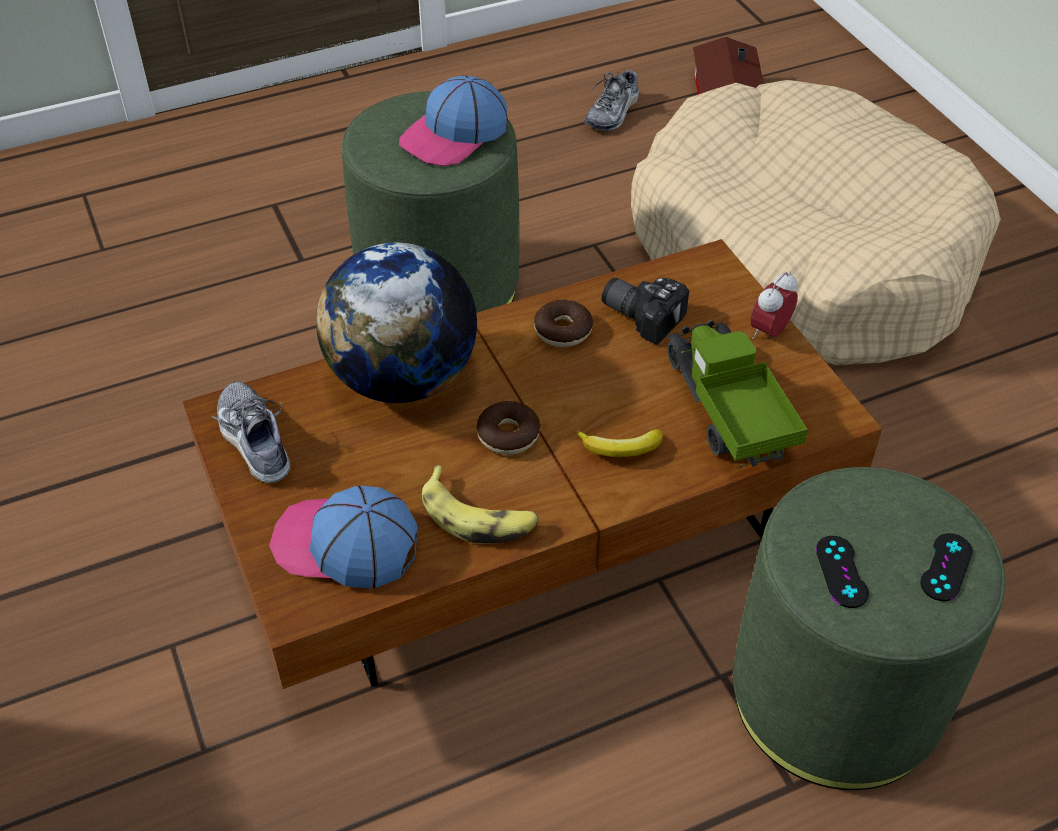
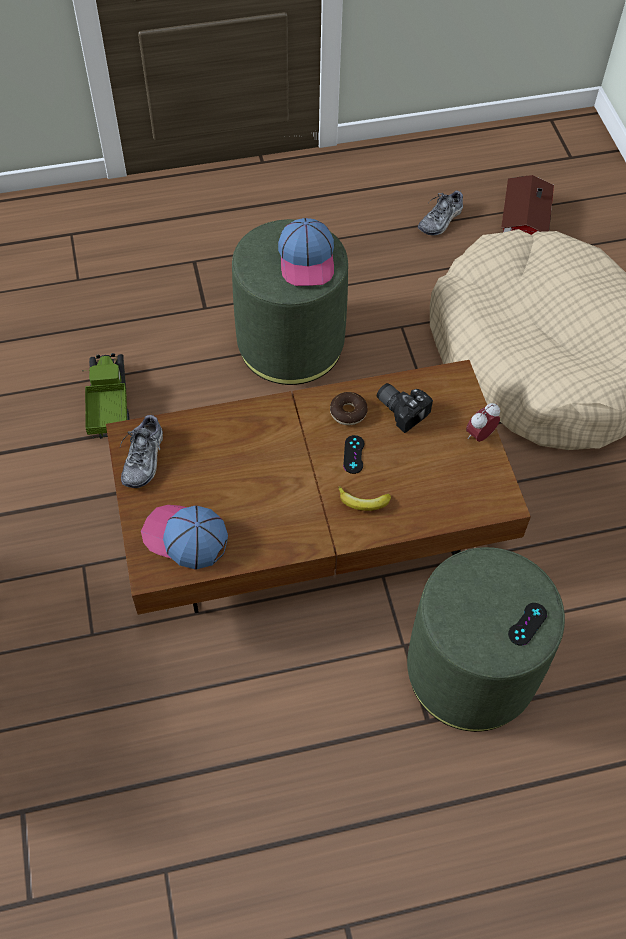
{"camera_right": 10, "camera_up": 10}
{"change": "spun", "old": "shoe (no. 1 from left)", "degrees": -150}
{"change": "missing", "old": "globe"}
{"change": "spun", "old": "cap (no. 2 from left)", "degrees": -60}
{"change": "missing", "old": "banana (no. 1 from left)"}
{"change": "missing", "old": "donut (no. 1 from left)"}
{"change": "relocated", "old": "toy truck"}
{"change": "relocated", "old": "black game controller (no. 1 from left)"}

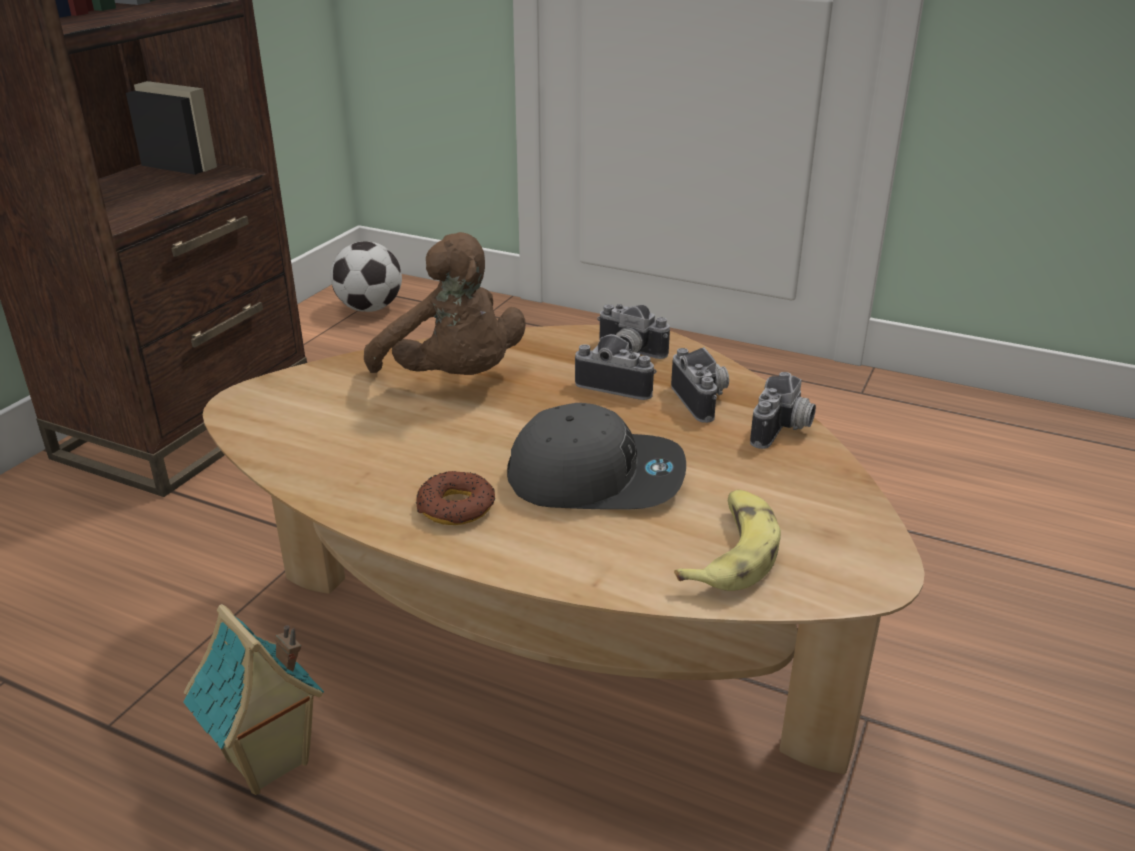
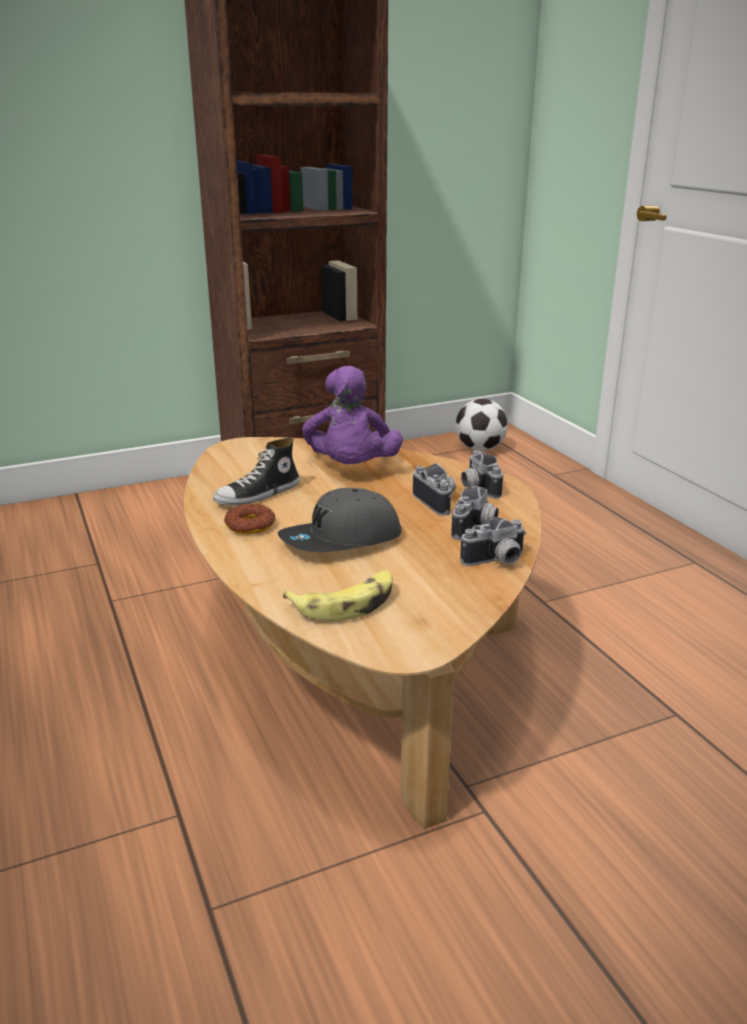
{"camera_right": 40, "camera_up": -5}
{"change": "missing", "old": "toy house"}
{"change": "colour", "old": "brown plush toy", "new": "purple plush toy"}
{"change": "spun", "old": "grey cap", "degrees": 105}
{"change": "appeared", "new": "shoe"}

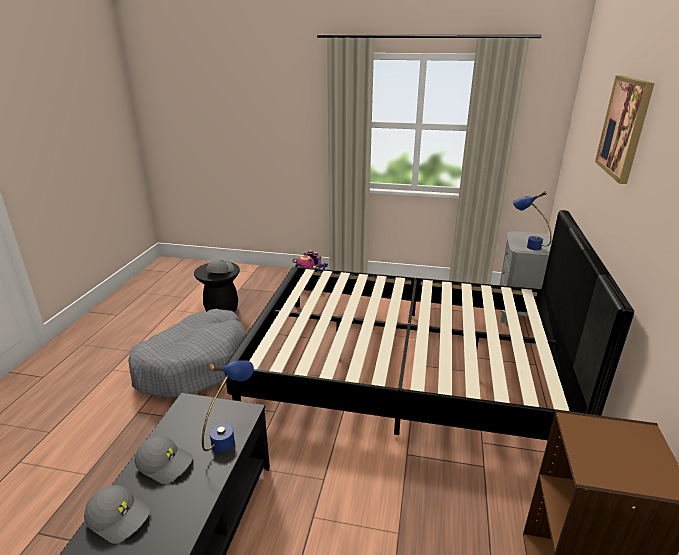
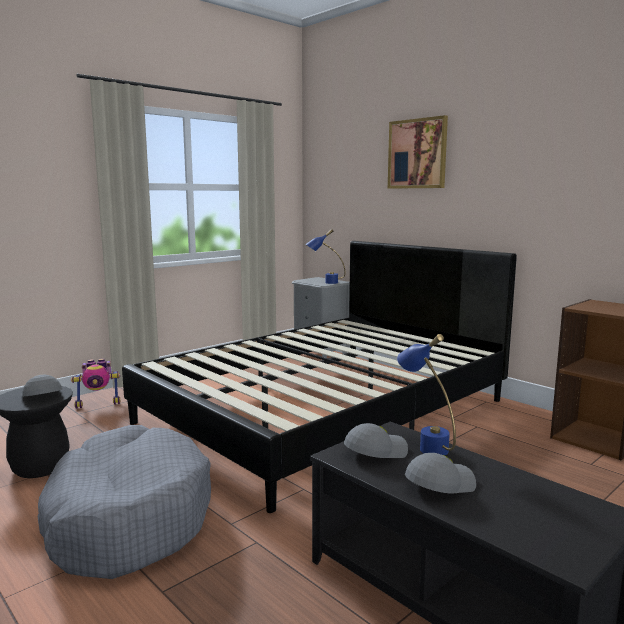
{"camera_right": -55, "camera_up": -15}
{"change": "relocated", "old": "grey cap (no. 1 from left in the first image)", "new": "grey cap (no. 2 from left)"}

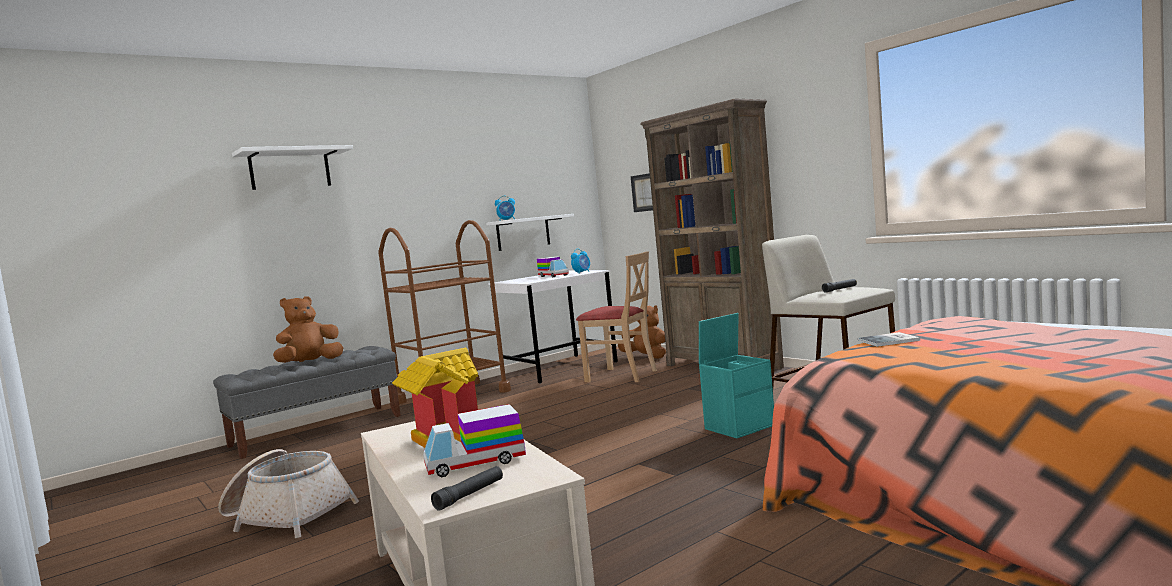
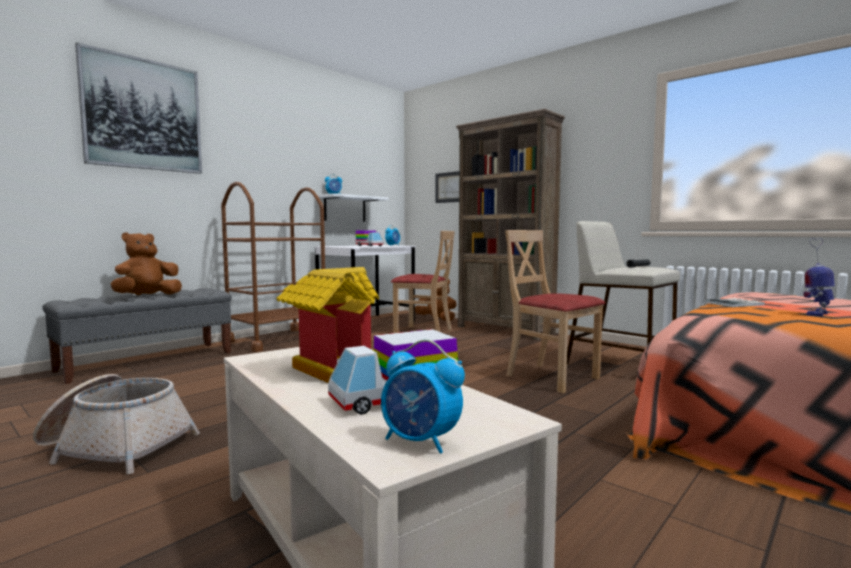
{"camera_right": -10, "camera_up": 0}
{"change": "exchanged", "old": "white shelf (no. 1 from left)", "new": "picture (no. 1 from left)"}
{"change": "exchanged", "old": "black flashlight (no. 1 from left)", "new": "alarm clock (no. 3 from left)"}
{"change": "exchanged", "old": "turquoise storage box", "new": "beige chair (no. 2 from left)"}
{"change": "appeared", "new": "toy robot"}

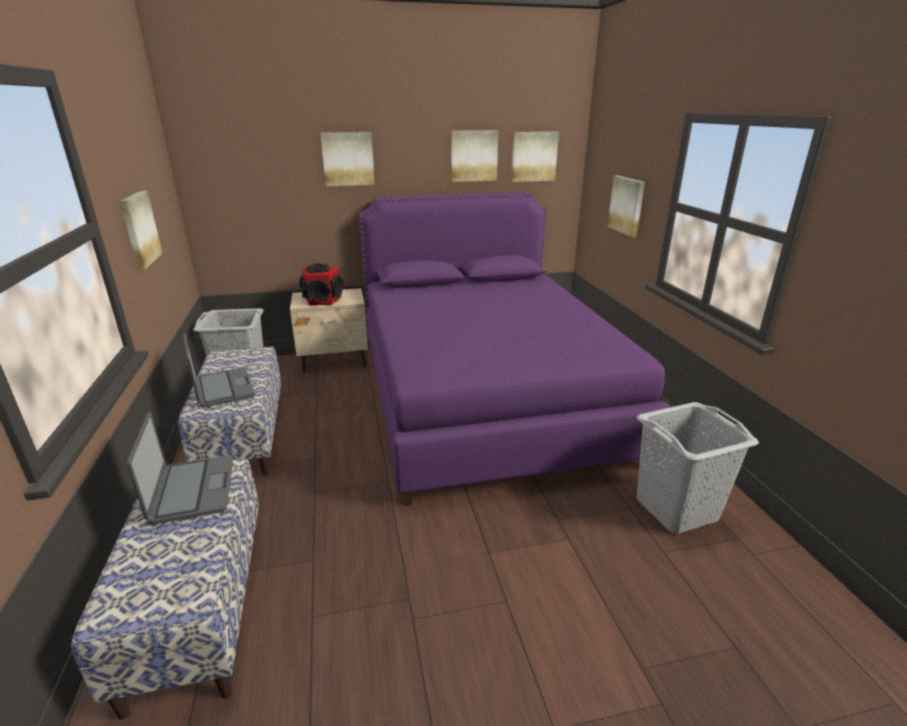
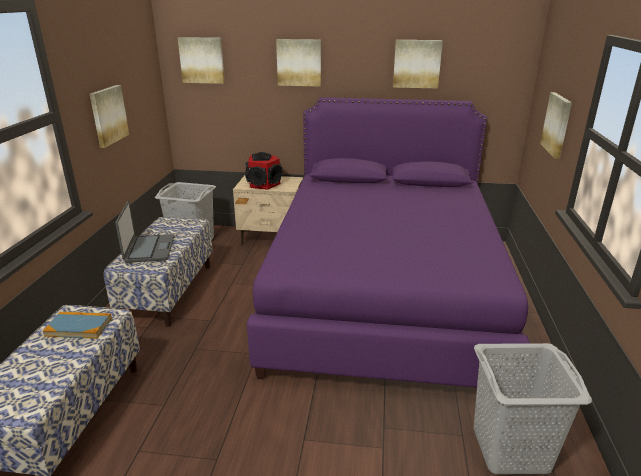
{"camera_right": 20, "camera_up": 0}
{"change": "exchanged", "old": "laptop (no. 1 from left)", "new": "book"}
{"change": "relocated", "old": "picture (no. 4 from left in the first image)", "new": "picture (no. 2 from left)"}

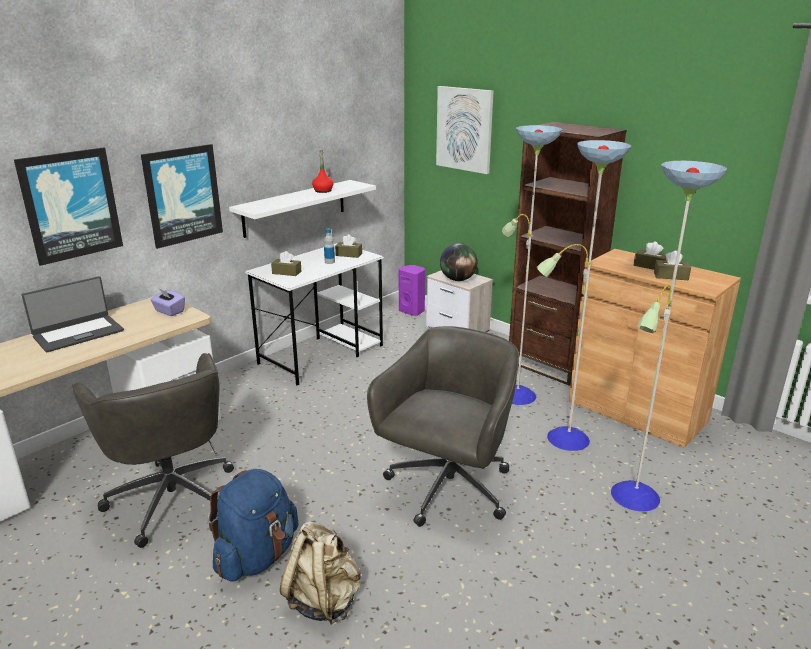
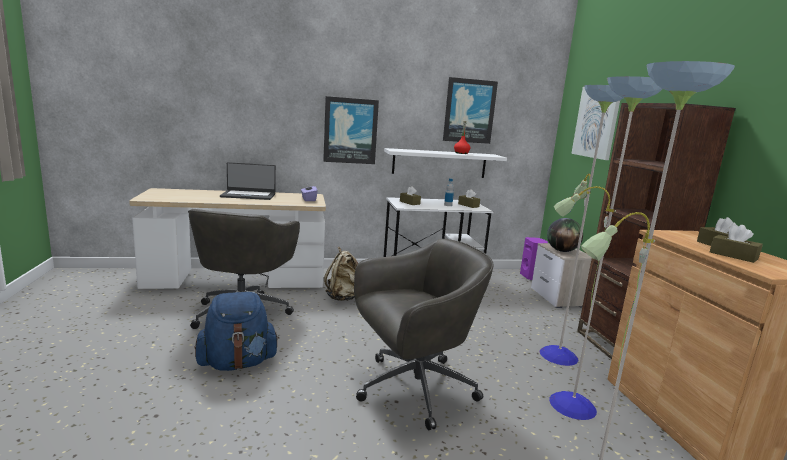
{"camera_right": 35, "camera_up": -10}
{"change": "relocated", "old": "picture (no. 1 from left in the first image)", "new": "picture (no. 2 from left)"}
{"change": "relocated", "old": "beige backpack"}

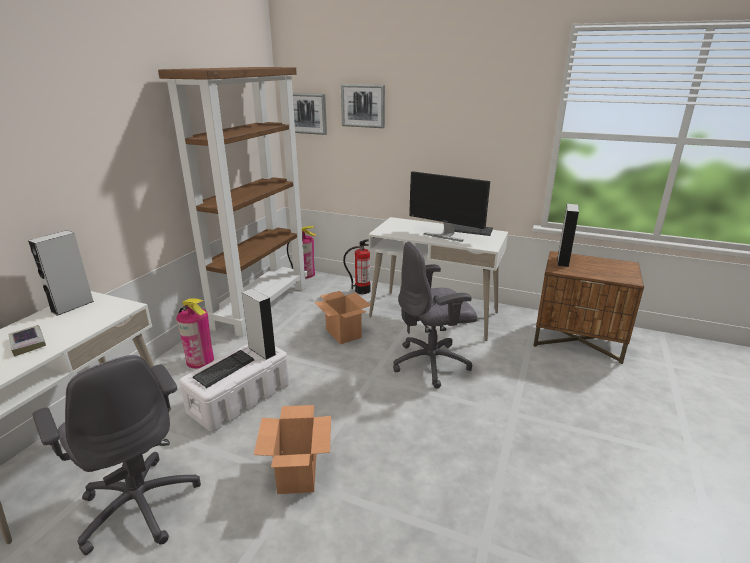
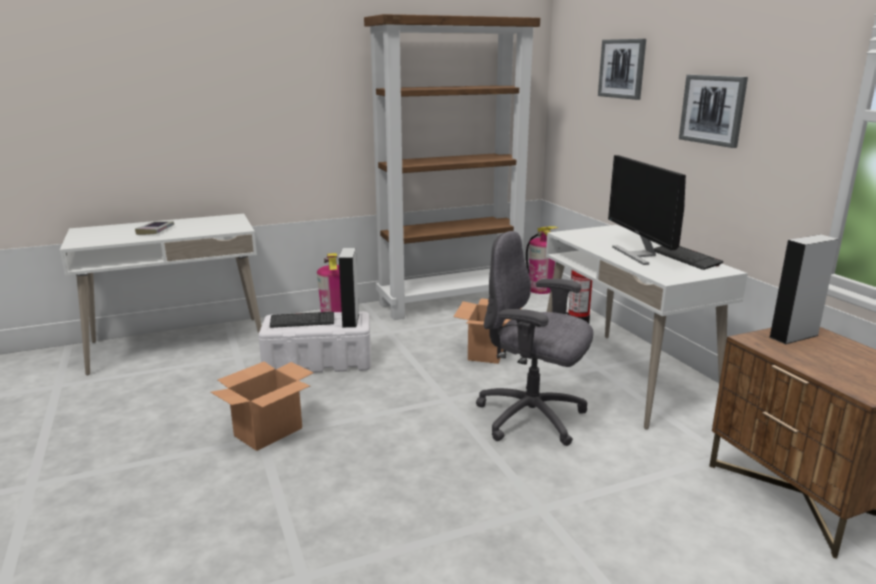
{"camera_right": 45, "camera_up": -5}
{"change": "missing", "old": "grey speaker (no. 1 from left)"}
{"change": "missing", "old": "grey office chair (no. 1 from left)"}
{"change": "relocated", "old": "picture (no. 1 from left in the first image)", "new": "picture (no. 2 from left)"}

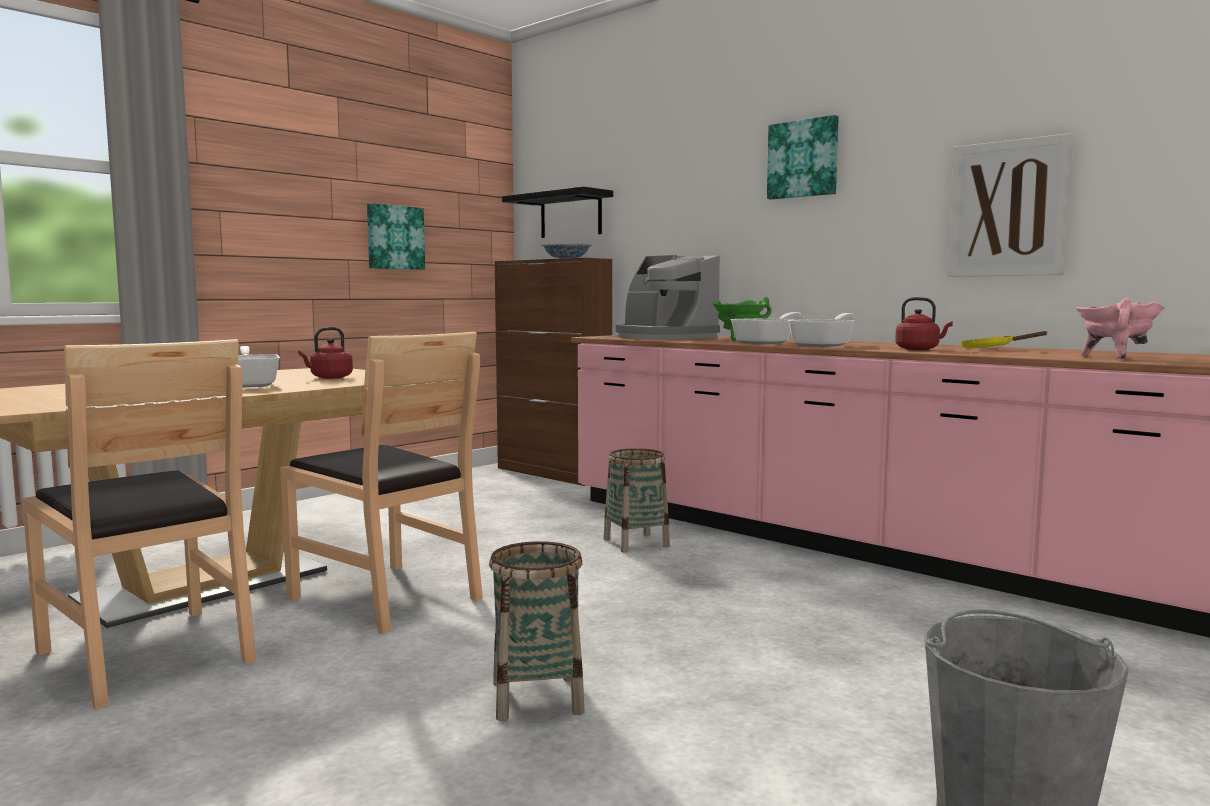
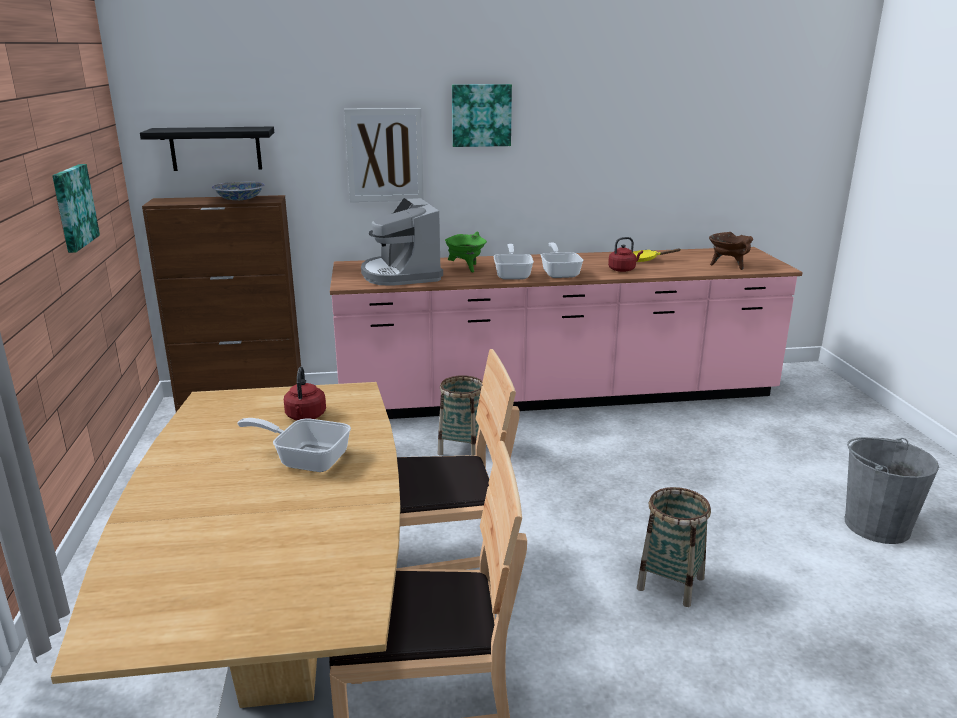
{"camera_right": -50, "camera_up": 15}
{"change": "spun", "old": "coffee machine", "degrees": 75}
{"change": "relocated", "old": "picture (no. 3 from left in the first image)", "new": "picture (no. 2 from left)"}
{"change": "colour", "old": "pink cooking pot", "new": "brown cooking pot"}

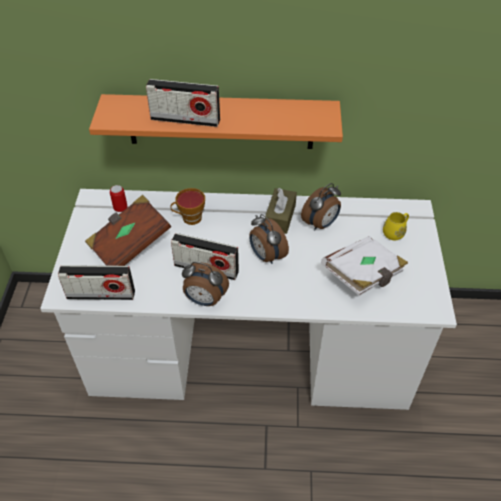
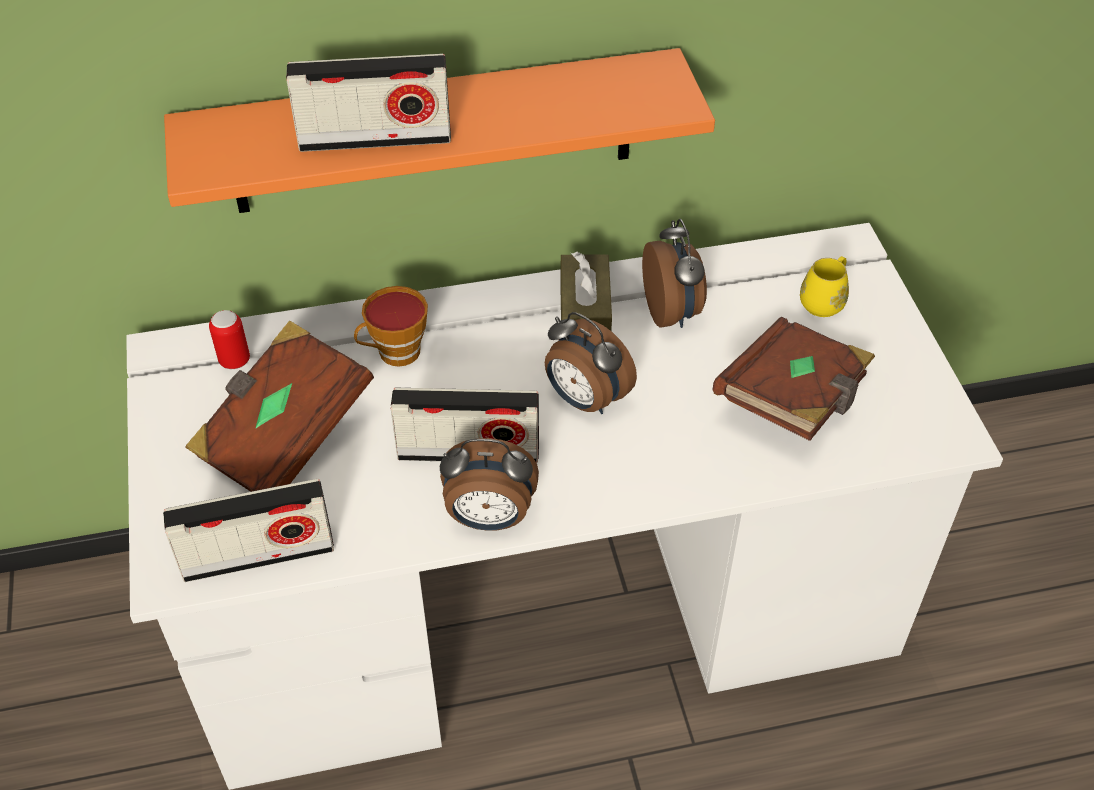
{"camera_right": -15, "camera_up": 0}
{"change": "spun", "old": "alarm clock (no. 3 from left)", "degrees": -45}
{"change": "colour", "old": "white book", "new": "brown book (no. 2 from left)"}

